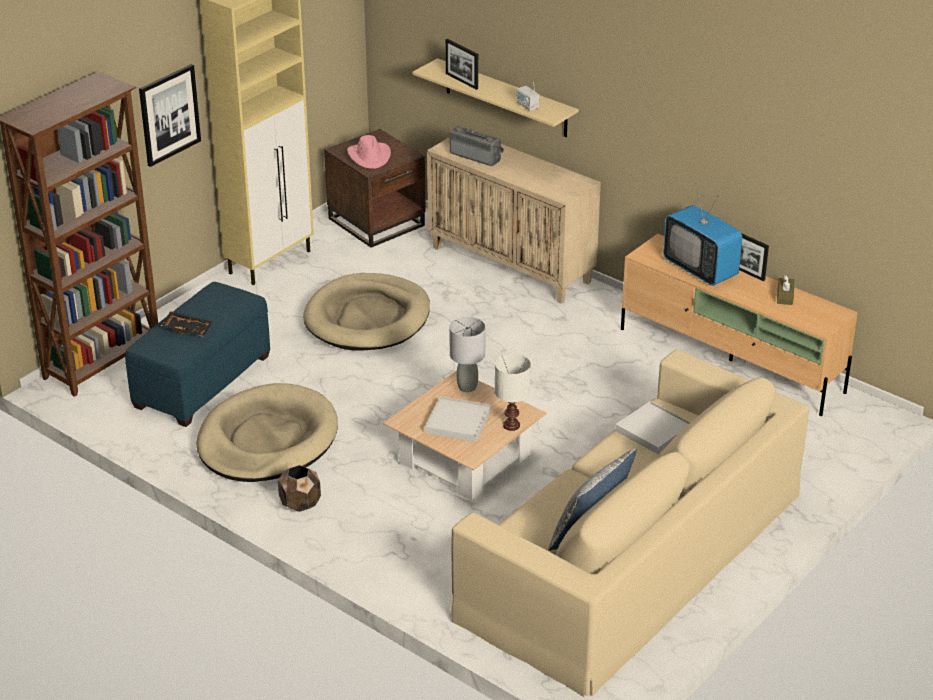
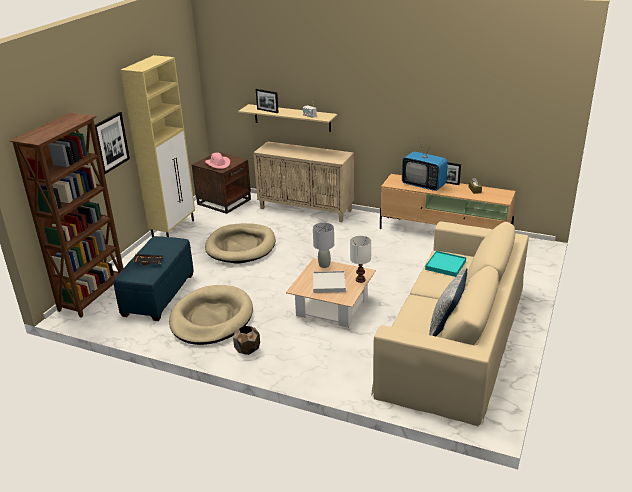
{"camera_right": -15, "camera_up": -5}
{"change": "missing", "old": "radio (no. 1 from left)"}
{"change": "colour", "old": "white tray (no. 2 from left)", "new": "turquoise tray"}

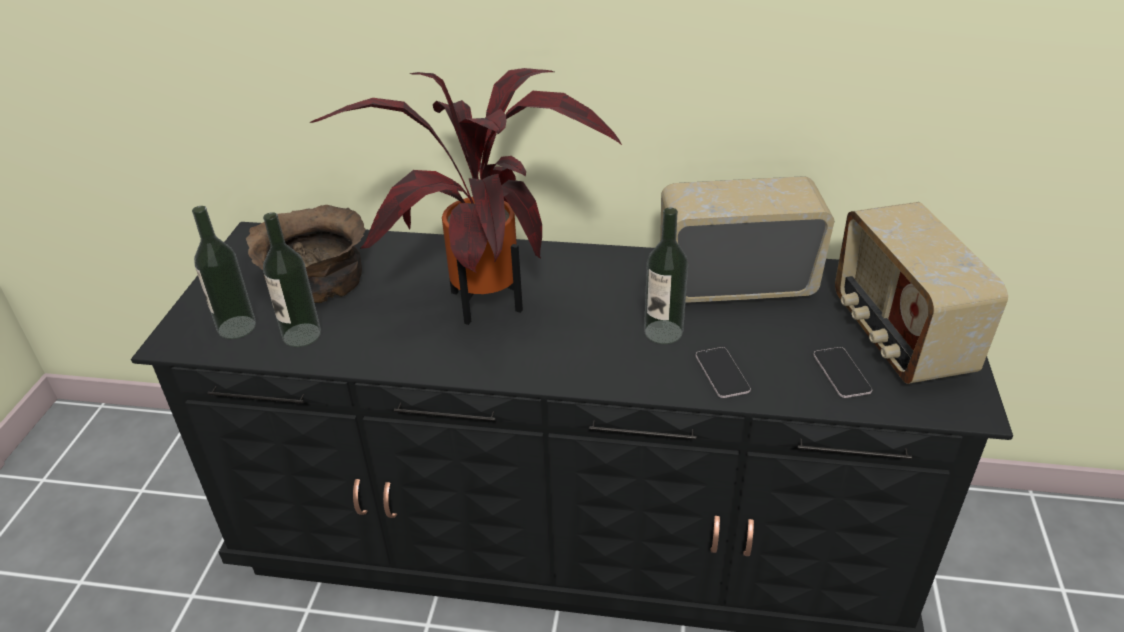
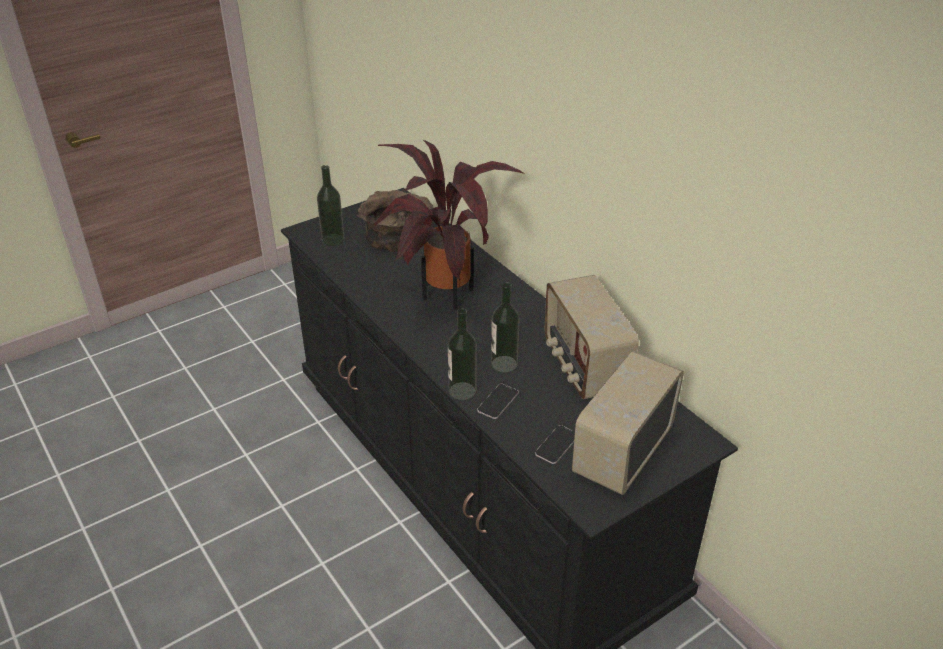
{"camera_right": 45, "camera_up": 0}
{"change": "relocated", "old": "bottle (no. 2 from left)"}
{"change": "spun", "old": "radio (no. 1 from left)", "degrees": -150}

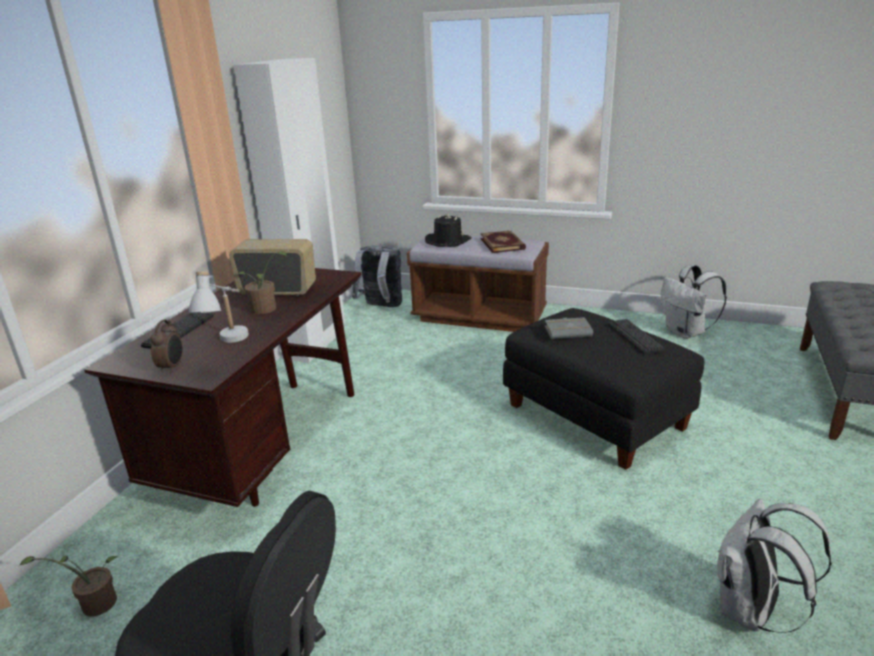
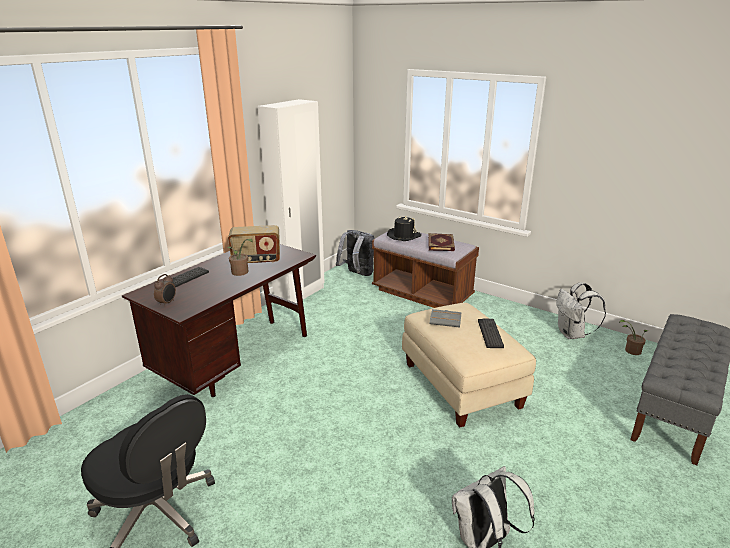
{"camera_right": 15, "camera_up": 0}
{"change": "relocated", "old": "potted plant (no. 1 from left in the first image)", "new": "potted plant (no. 2 from left)"}
{"change": "missing", "old": "white table lamp"}
{"change": "spun", "old": "radio", "degrees": 150}
{"change": "colour", "old": "black ottoman", "new": "beige ottoman"}

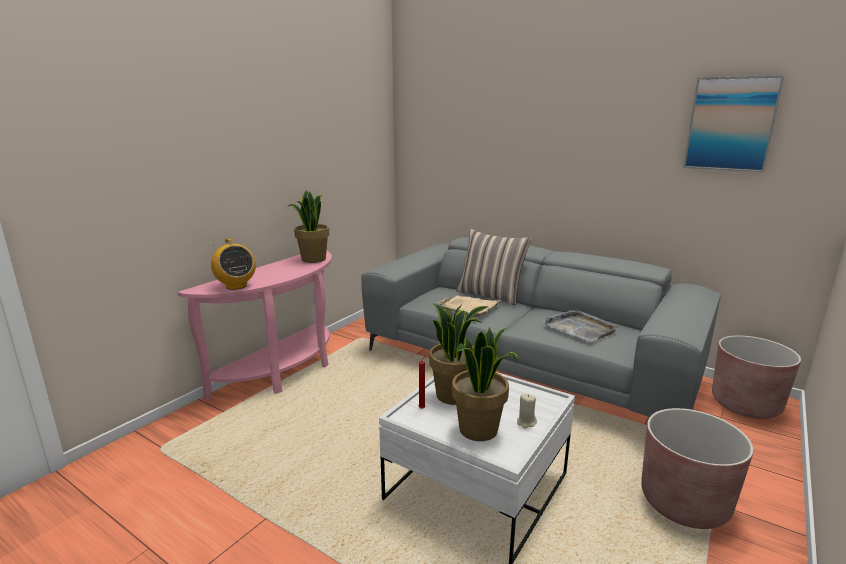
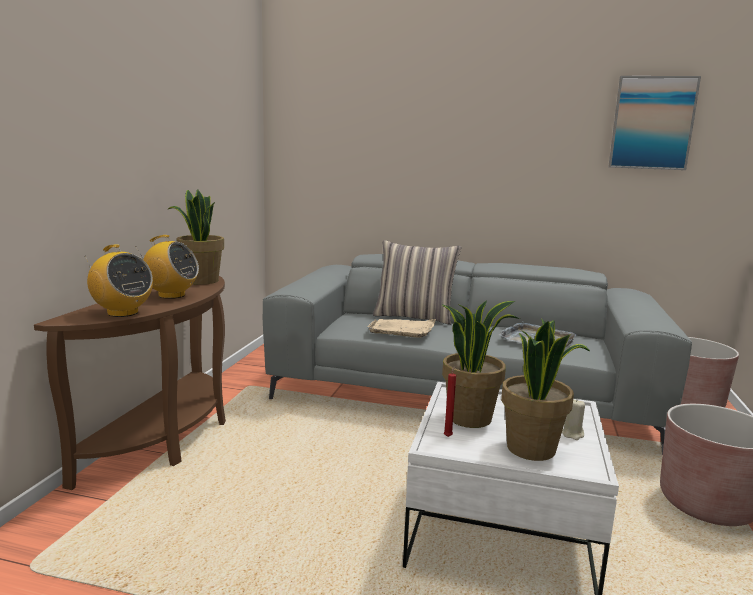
{"camera_right": -20, "camera_up": -5}
{"change": "colour", "old": "pink console table", "new": "brown console table"}
{"change": "appeared", "new": "radio (no. 2 from left)"}

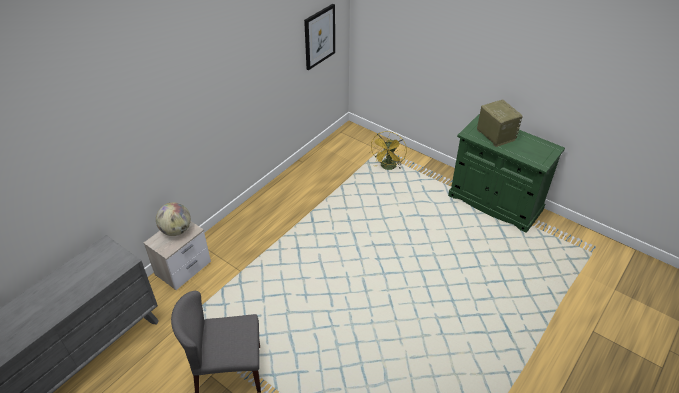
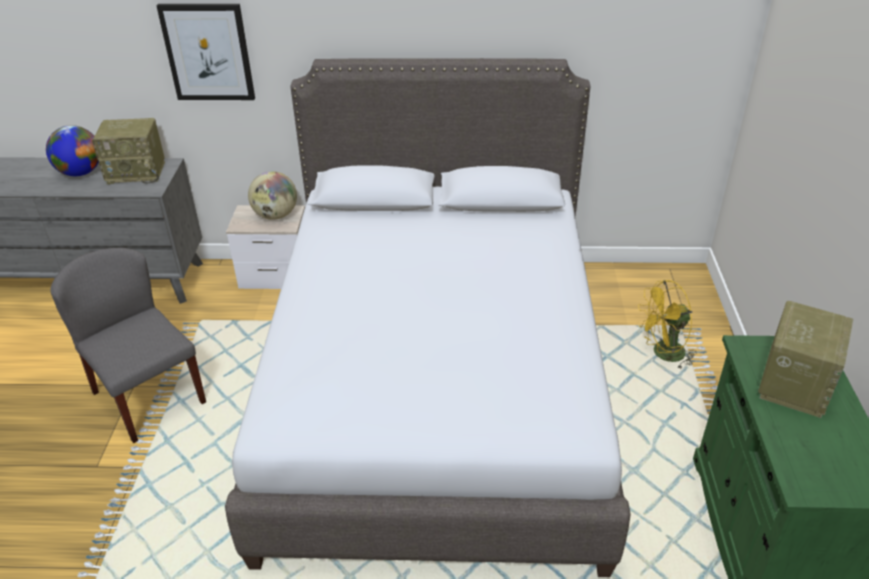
{"camera_right": 55, "camera_up": -5}
{"change": "relocated", "old": "picture"}
{"change": "appeared", "new": "globe (no. 1 from left)"}
{"change": "appeared", "new": "radio (no. 1 from left)"}
{"change": "appeared", "new": "grey bed"}

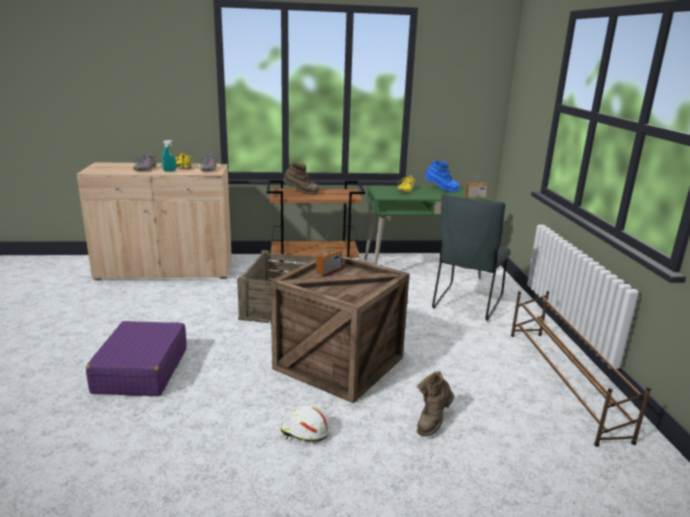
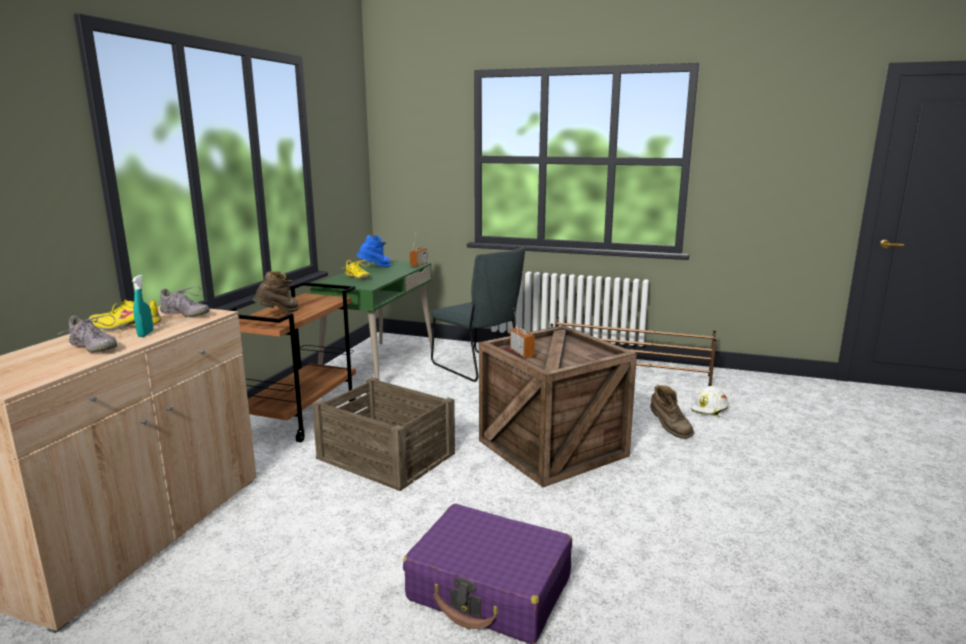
{"camera_right": -65, "camera_up": -5}
{"change": "relocated", "old": "white hard hat"}

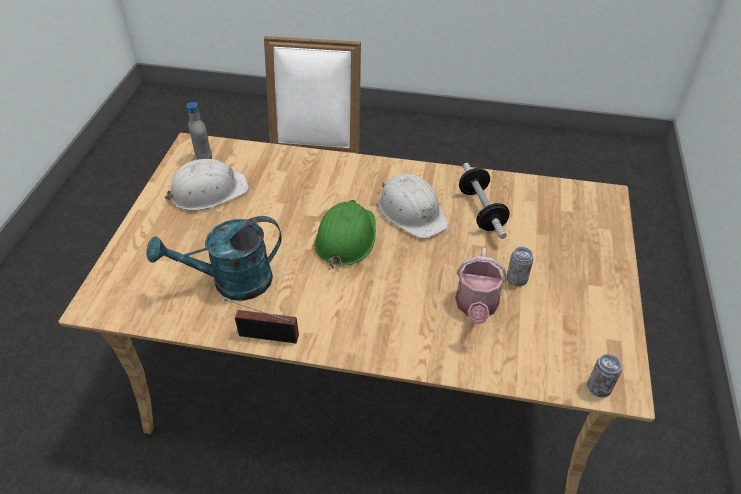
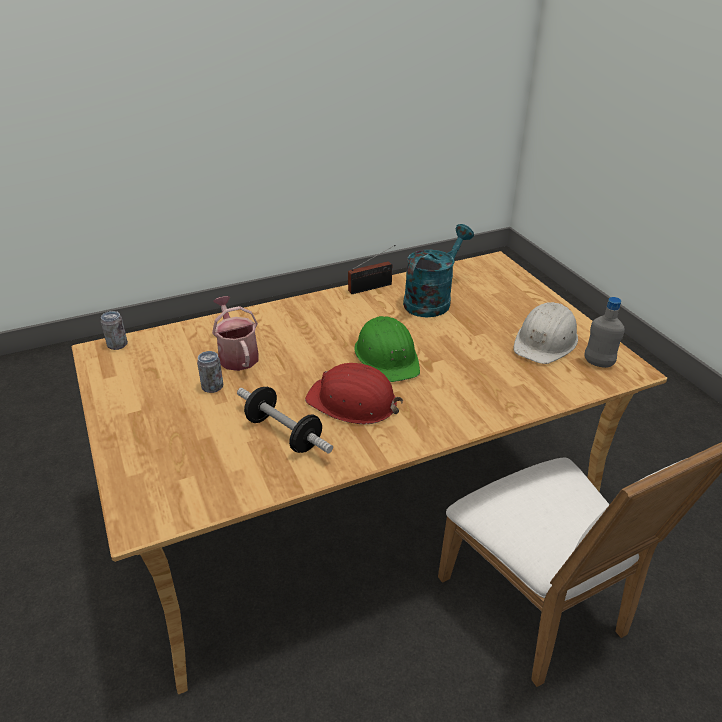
{"camera_right": 145, "camera_up": -10}
{"change": "colour", "old": "white hard hat (no. 2 from left)", "new": "red hard hat"}

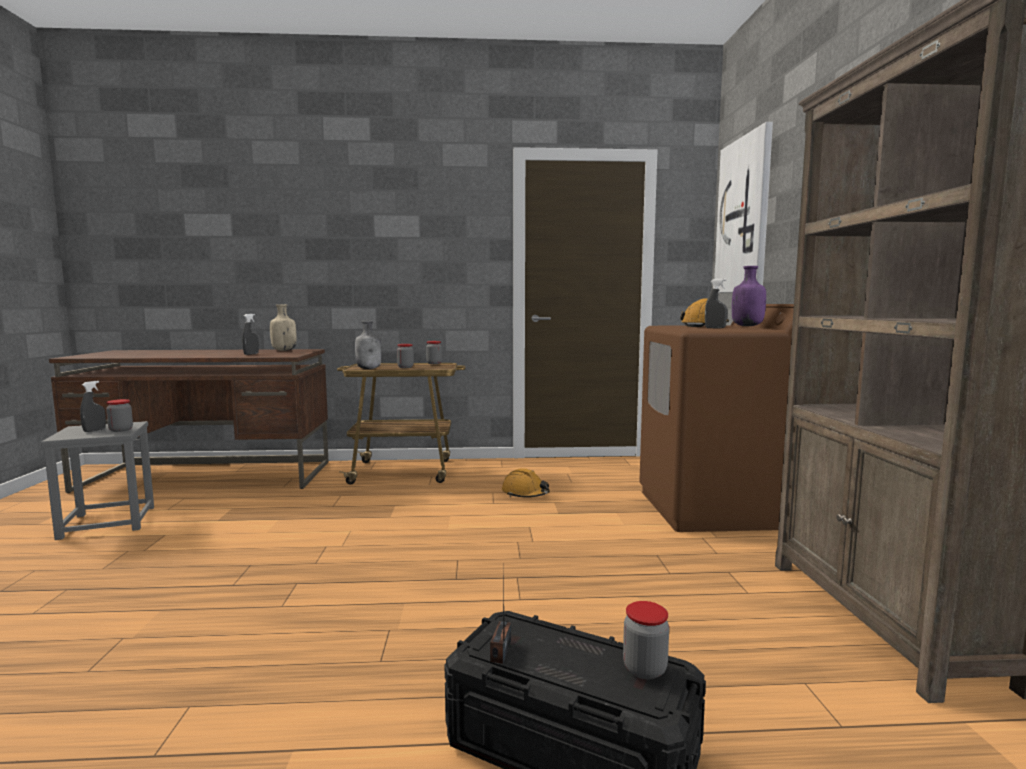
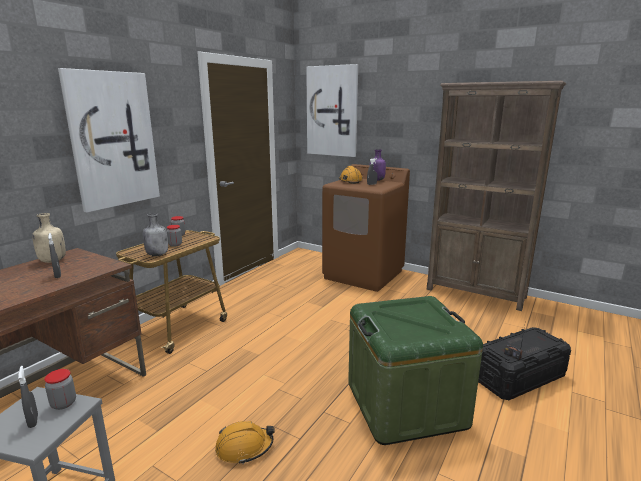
{"camera_right": -55, "camera_up": 10}
{"change": "relocated", "old": "orange hard hat (no. 1 from left)"}
{"change": "missing", "old": "jar (no. 4 from left)"}
{"change": "appeared", "new": "picture (no. 1 from left)"}
{"change": "appeared", "new": "green storage box"}

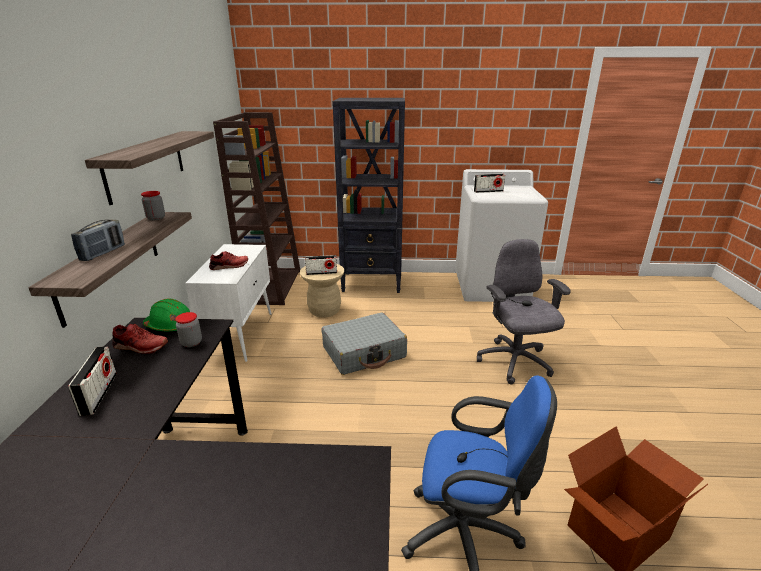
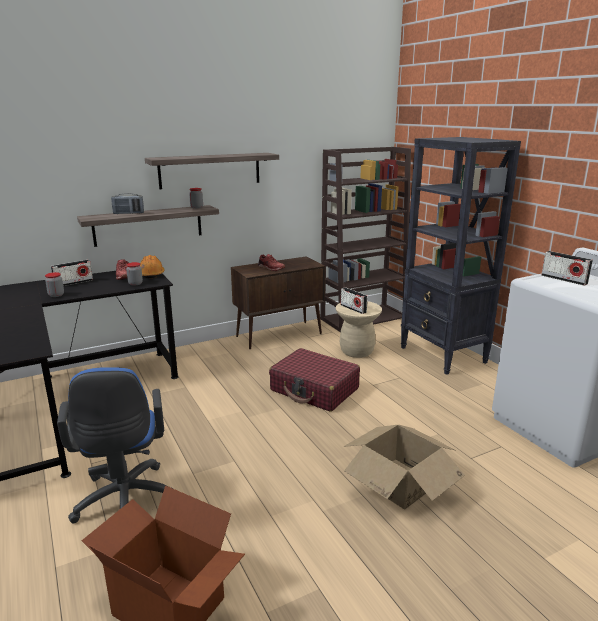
{"camera_right": 60, "camera_up": -5}
{"change": "colour", "old": "green hard hat", "new": "orange hard hat"}
{"change": "colour", "old": "white cabinet", "new": "brown cabinet"}
{"change": "colour", "old": "grey suitcase", "new": "red suitcase"}
{"change": "exchanged", "old": "grey office chair", "new": "cardboard box (no. 2 from left)"}
{"change": "appeared", "new": "jar (no. 1 from left)"}

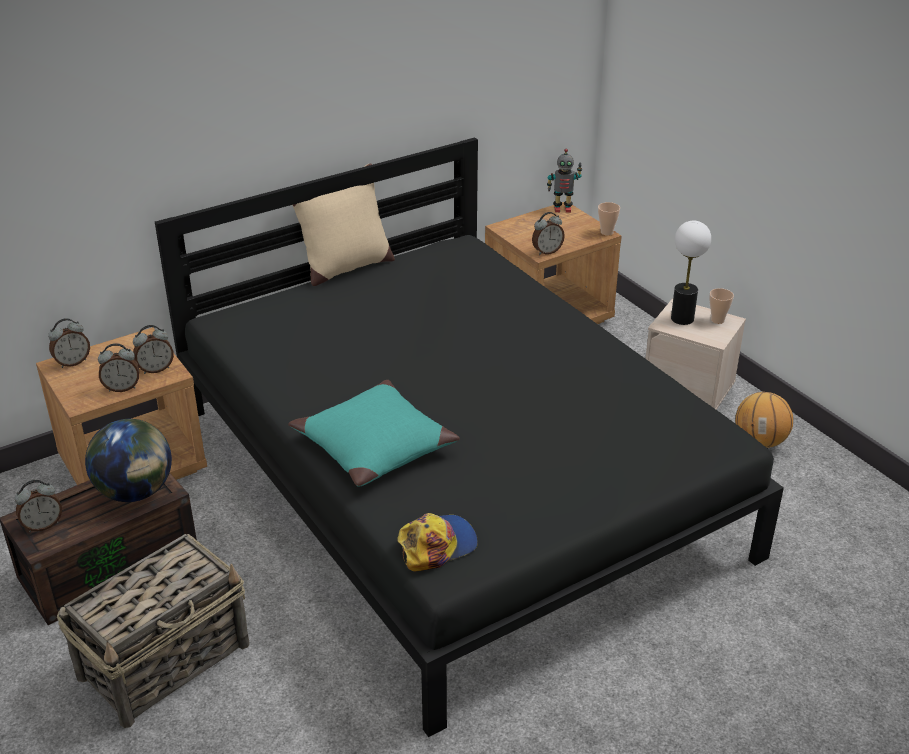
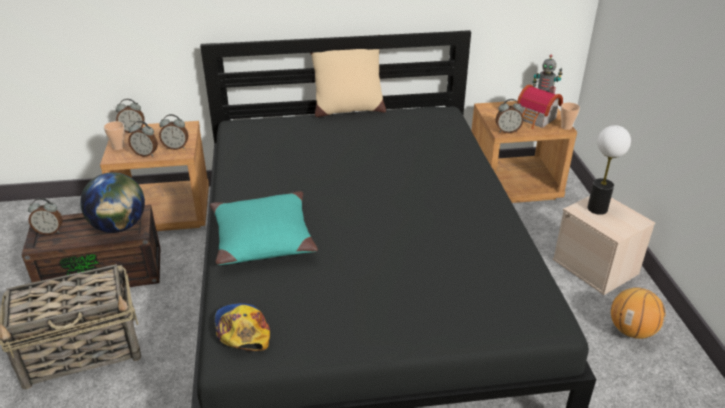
{"camera_right": 25, "camera_up": 0}
{"change": "spun", "old": "cap", "degrees": -105}
{"change": "relocated", "old": "cup (no. 2 from left in the first image)", "new": "cup (no. 1 from left)"}
{"change": "appeared", "new": "toy house"}

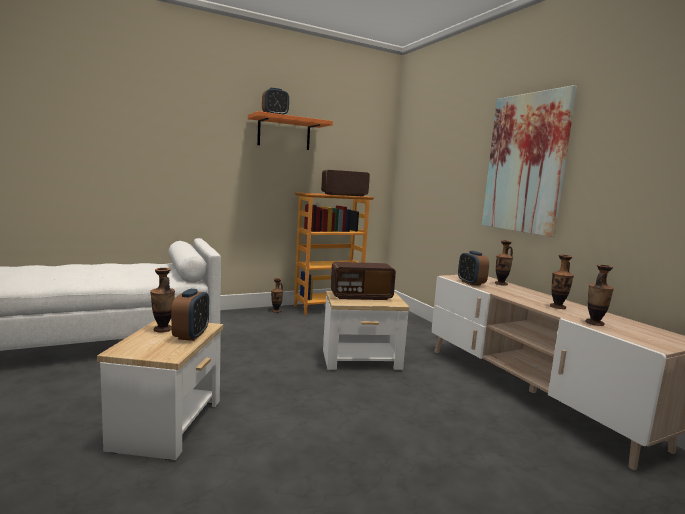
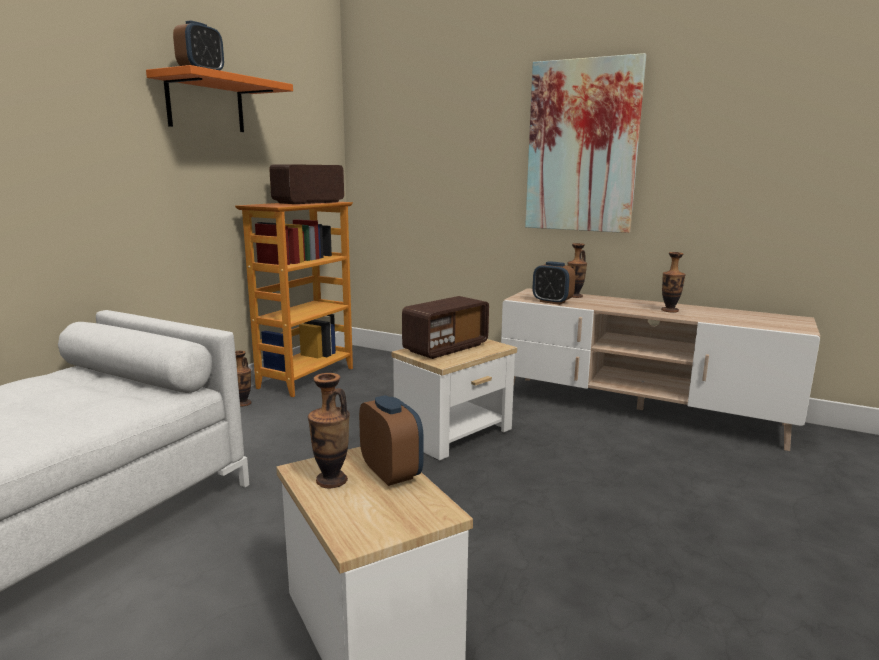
{"camera_right": -35, "camera_up": 5}
{"change": "missing", "old": "vase (no. 5 from left)"}

